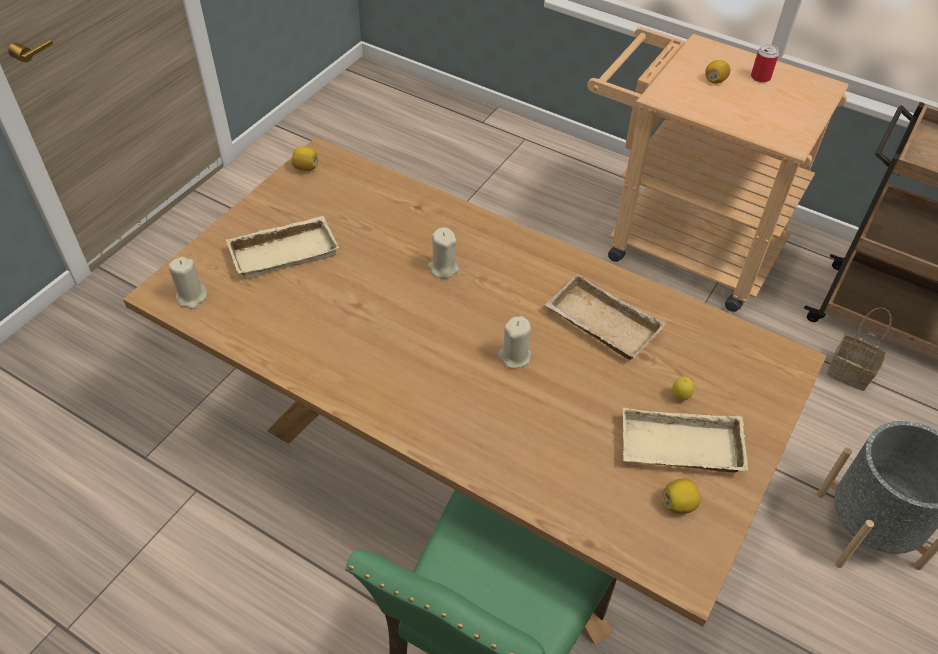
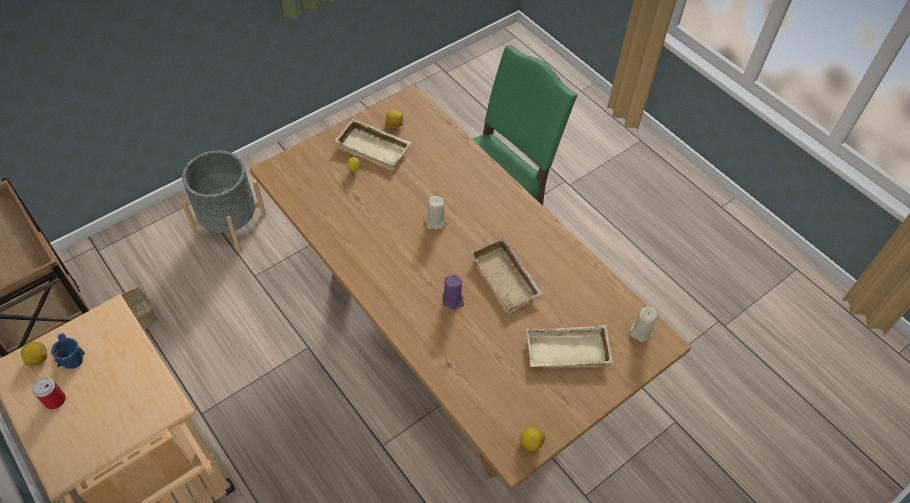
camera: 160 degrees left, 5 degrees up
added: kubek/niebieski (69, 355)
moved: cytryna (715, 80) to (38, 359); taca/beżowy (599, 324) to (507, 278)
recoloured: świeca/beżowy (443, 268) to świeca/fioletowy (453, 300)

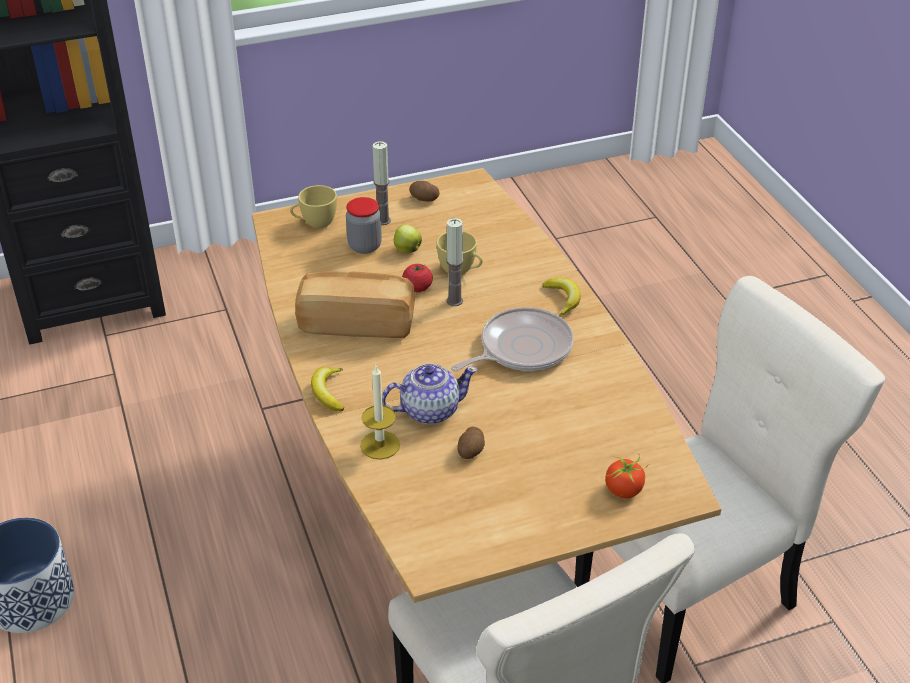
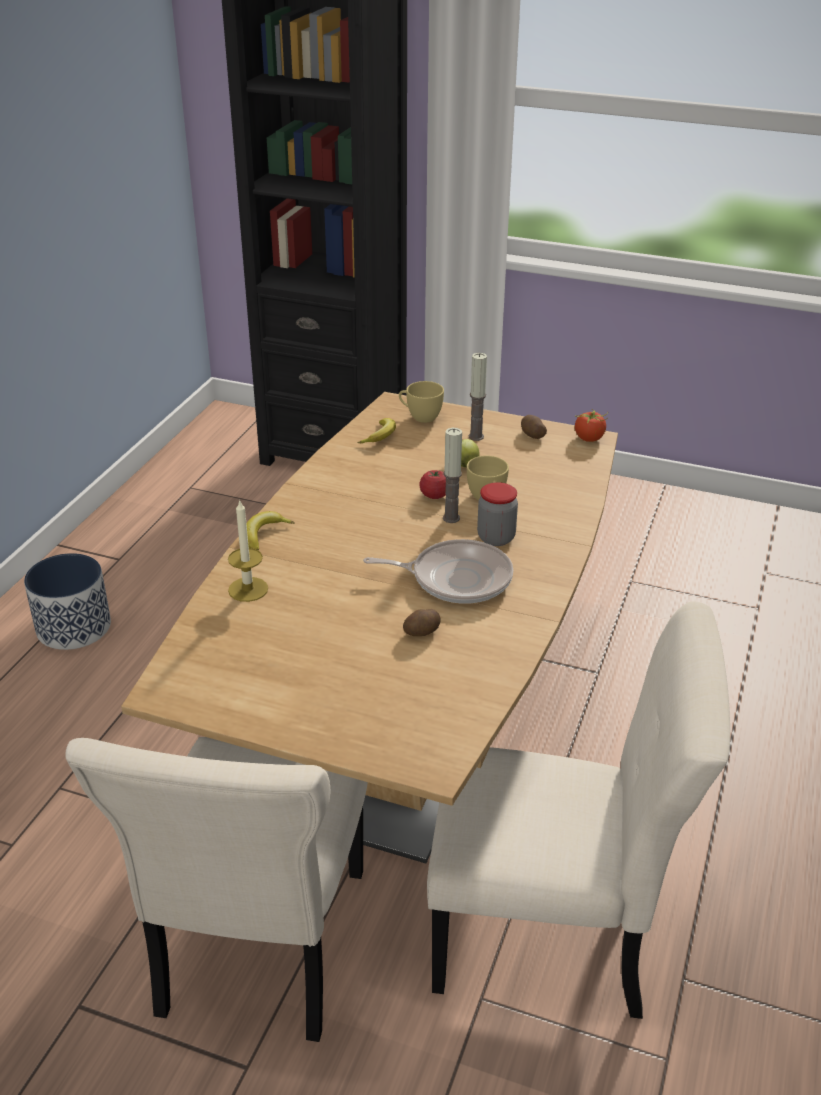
camera: 40 degrees right, 5 degrees down
removed: chleb (357, 322); imbryk (429, 410)
moved: słoik (364, 246) to (496, 538); banan (563, 299) to (380, 436); ziemniak (471, 451) to (422, 632); pomidor (624, 490) to (589, 438)

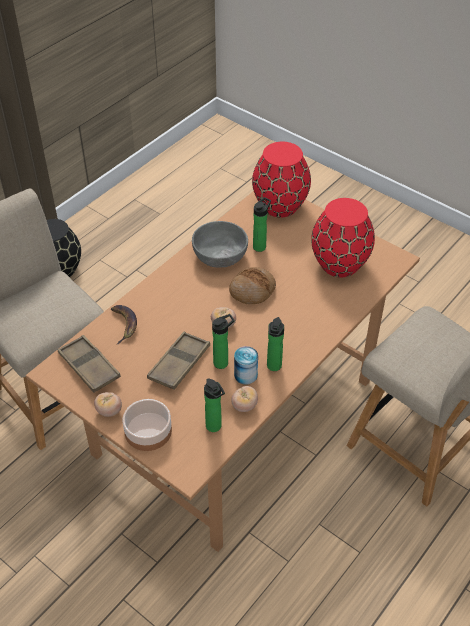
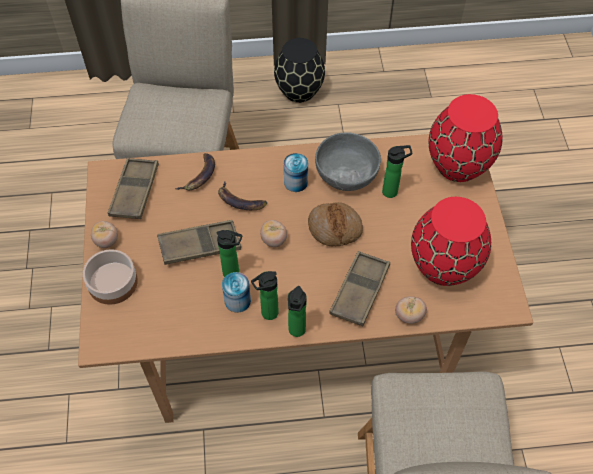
camera: 45 degrees right, 10 degrees up
added: puszka (296, 182); banan (240, 201); taca/brązowy (359, 291)
moved: butelka (215, 427) to (296, 332); pomidor (244, 406) to (409, 315)

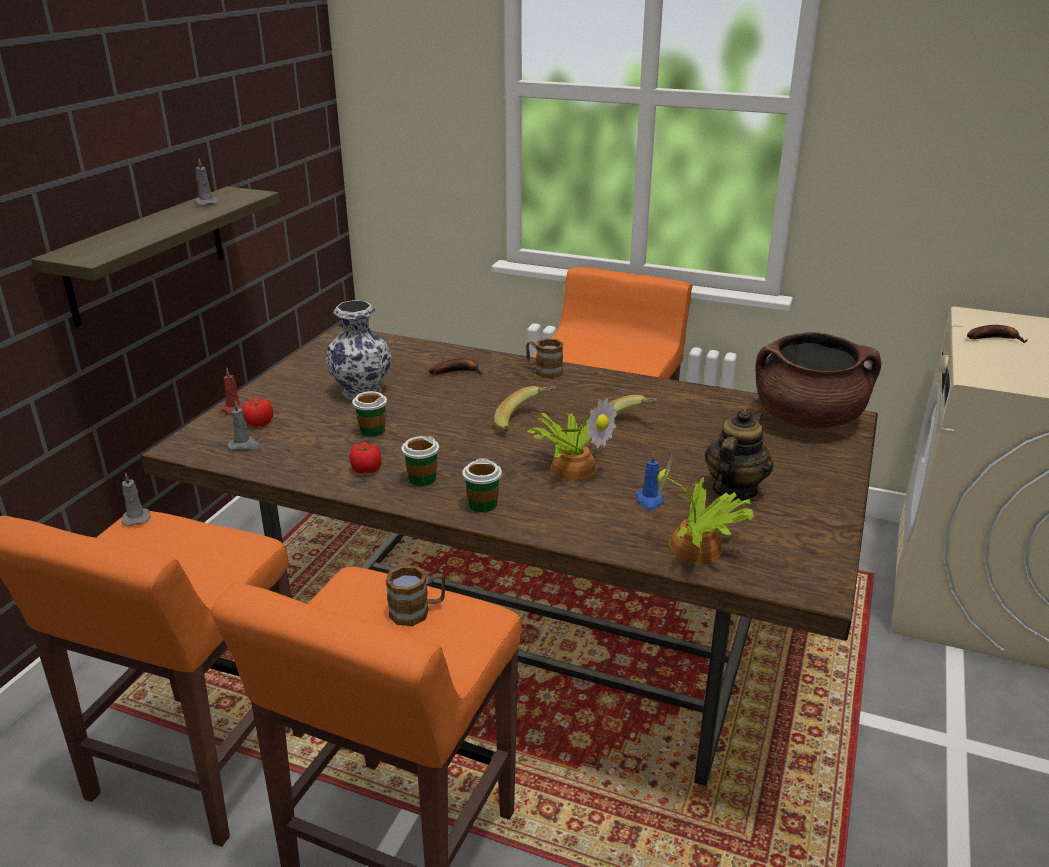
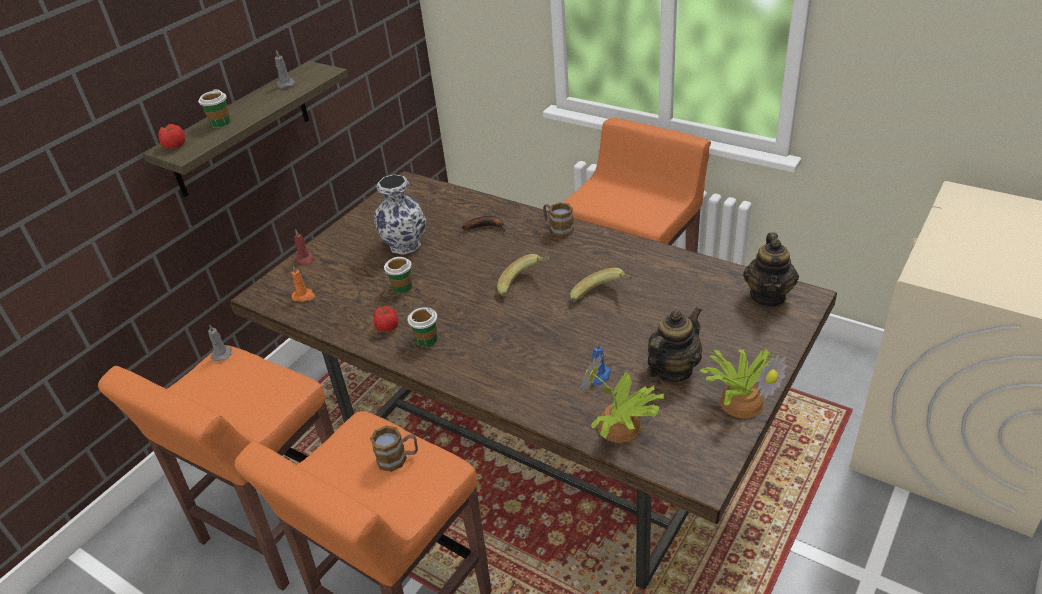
camera: 15 degrees right, 10 degrees up
removed: banan (994, 338)
moved: pomidor (259, 423) to (174, 146); roślina doniczkowa (572, 466) to (741, 400); filiżanka (482, 504) to (220, 123)
replaced: garnek/brązowy (807, 419) to imbryk (768, 296)
recoloured: świeca/szary (244, 445) to świeca/pomarańczowy (304, 296)

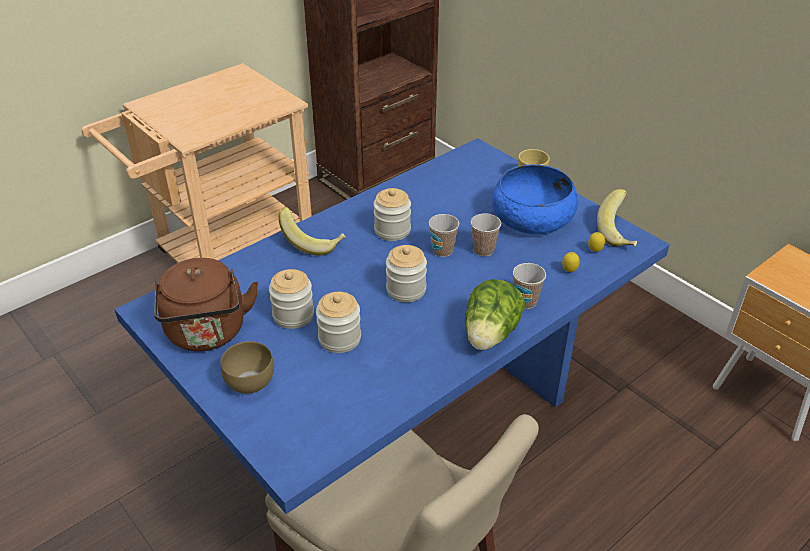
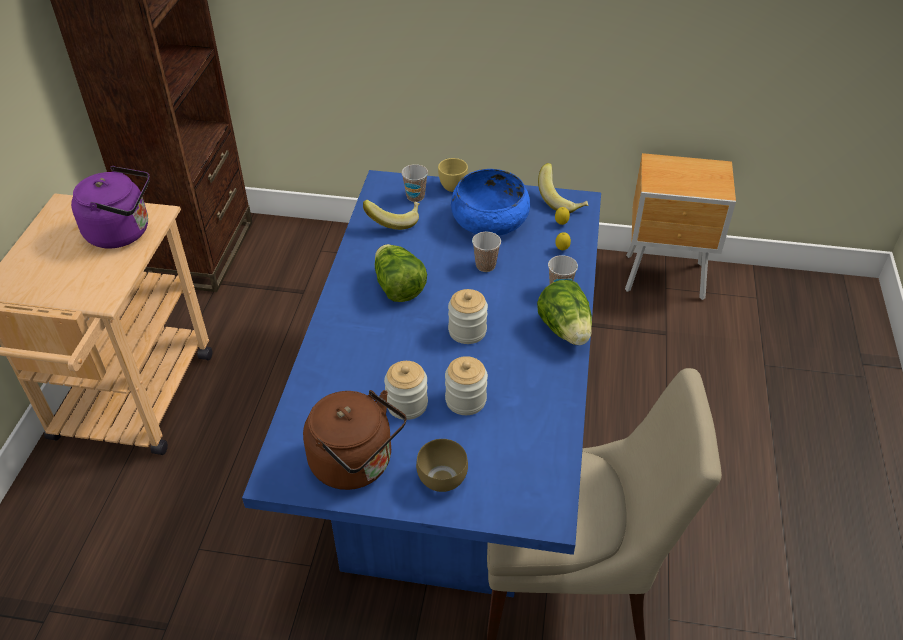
camera: 40 degrees left, 5 degrees up
added: czajnik/fioletowy (123, 232)
moved: banan (313, 243) to (394, 221); filiżanka (442, 251) to (415, 196)
replaced: słoik (392, 230) to sałata (398, 287)

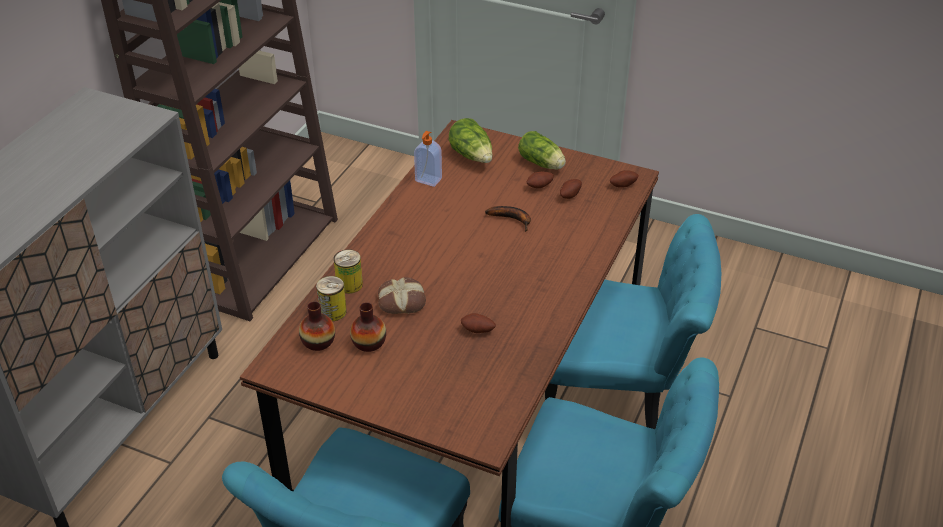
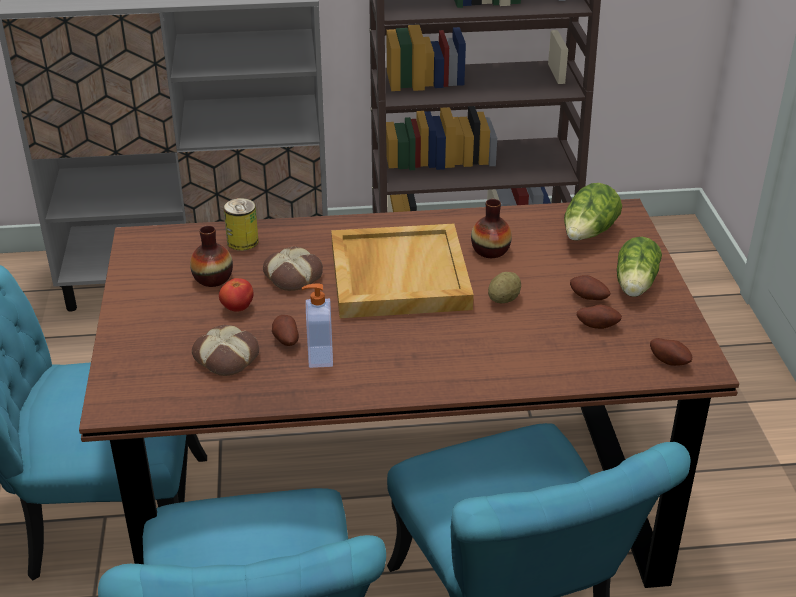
camera: 60 degrees right, 5 degrees down
removed: puszka (349, 284)
added: taca/beżowy (398, 275); pomidor (237, 308); chleb (227, 356)
moved: dozownik mydła (428, 180) to (319, 357); wazon (318, 342) to (490, 250)
replaced: banan (512, 219) to ziemniak (503, 299)

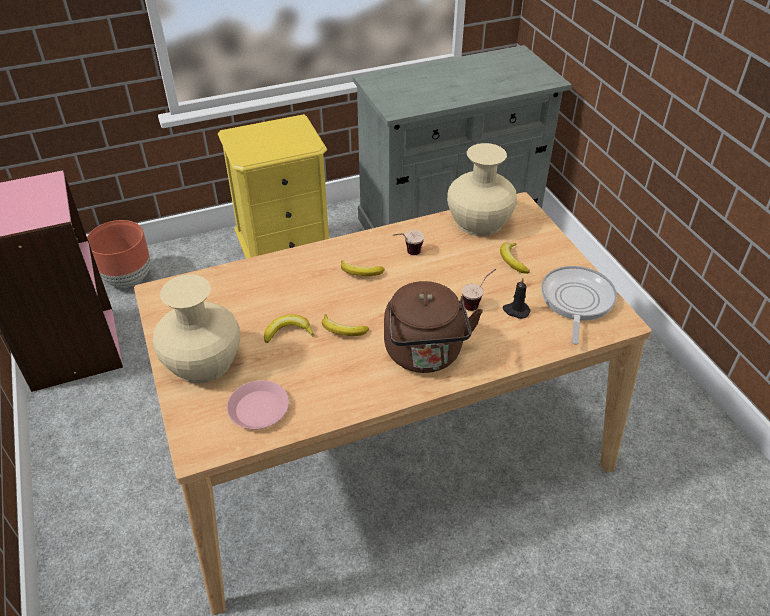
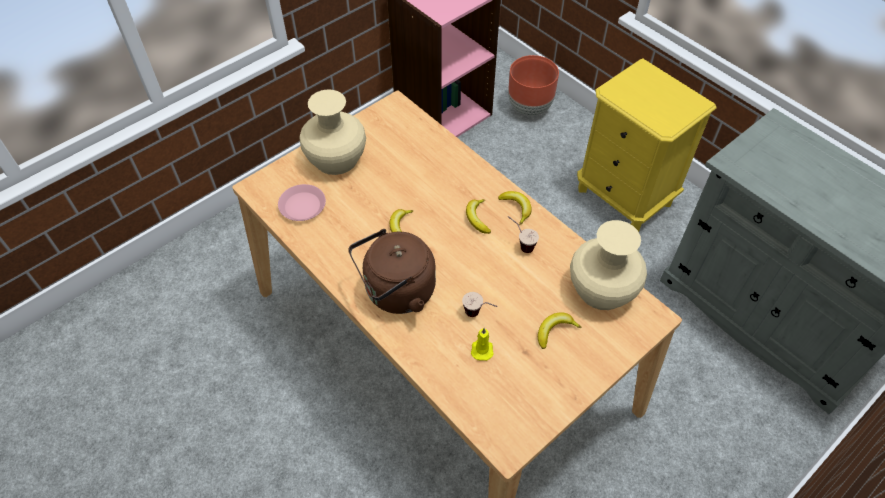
camera: 70 degrees right, 10 degrees up
removed: patelnia (576, 301)
moved: banan (288, 332) to (516, 208)
recoloured: świeca/czarny (515, 310) to świeca/żółty (482, 349)

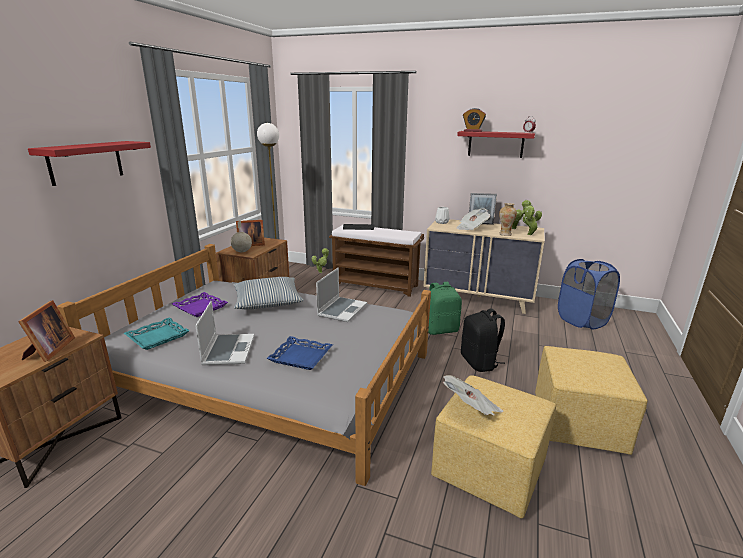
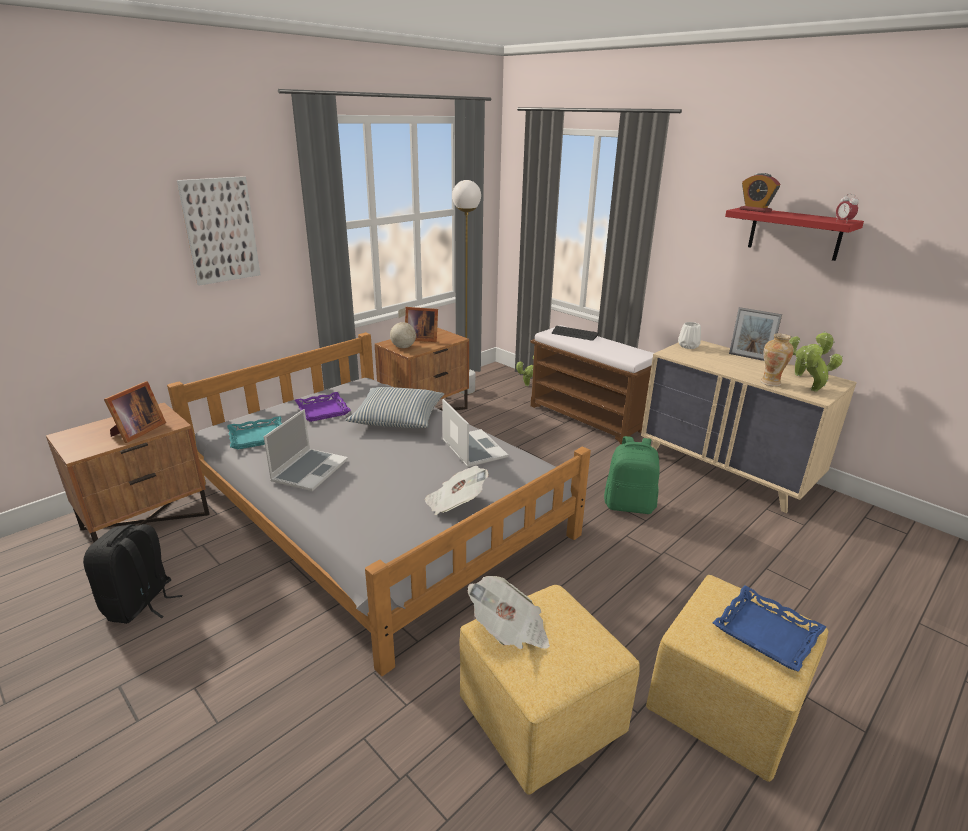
camera: 25 degrees right, 5 degrees up
removed: kosz na pranie/niebieski (582, 320)
moved: gazeta (471, 228) to (455, 503); plecak/czarny (479, 363) to (140, 603); taca/niebieski (300, 357) to (766, 633)
replaced: półka/czerwony (86, 162) to obraz (220, 230)
turned: laptop (342, 310) = (472, 449) 75 degrees counterclockwise

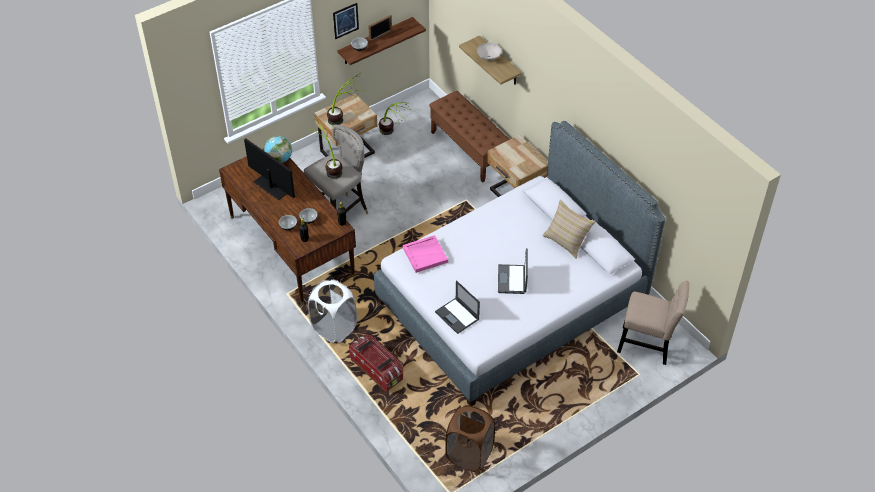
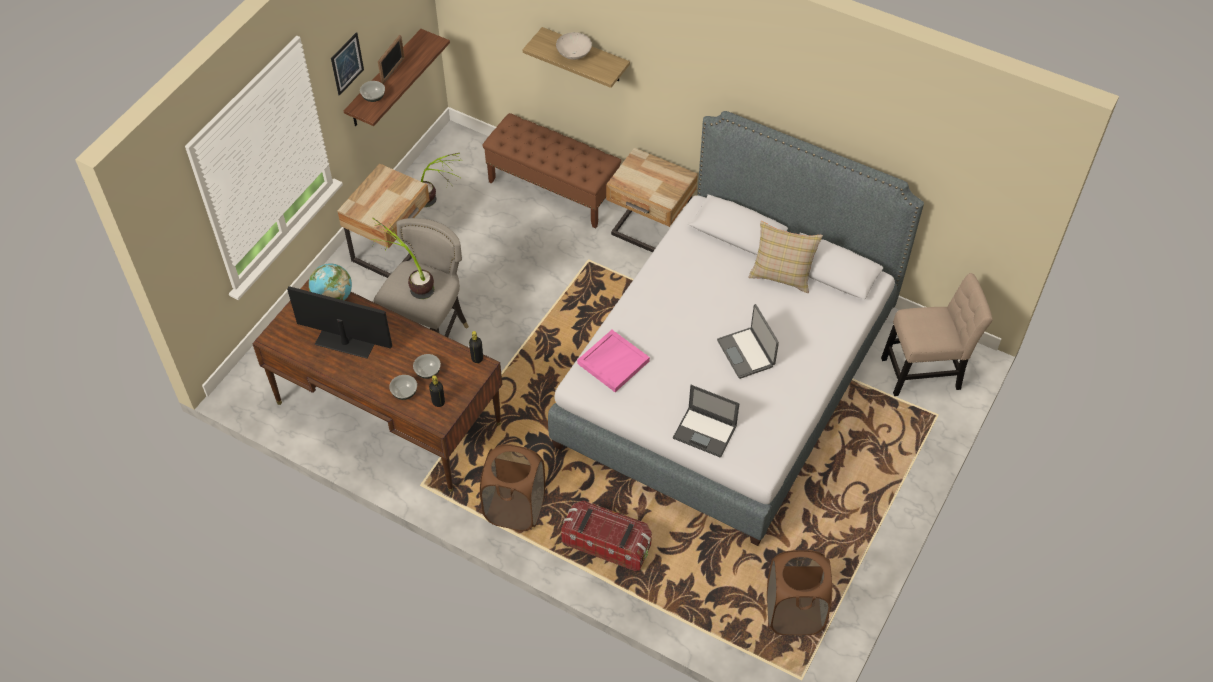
camera: 25 degrees left, 5 degrees up
removed: roślina doniczkowa (344, 118)
recoloured: kosz na pranie/biały (334, 328) to kosz na pranie/brązowy (515, 509)

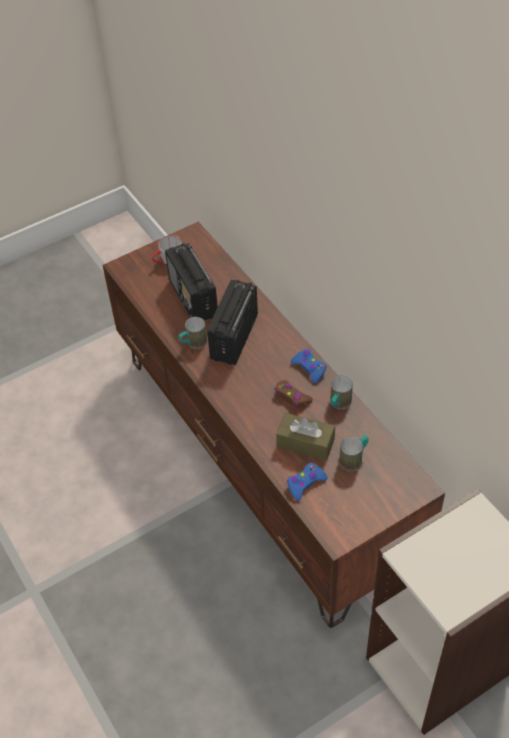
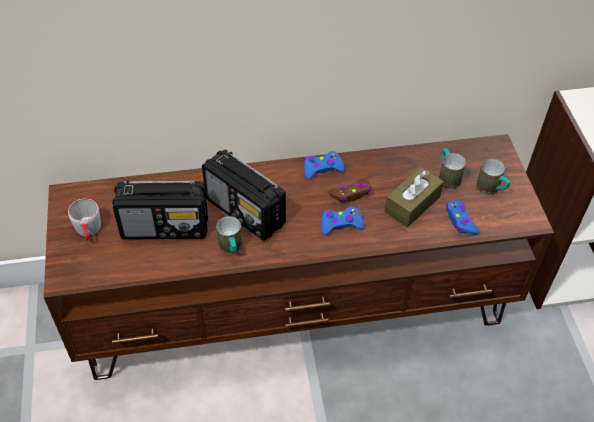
camera: 70 degrees left, 0 degrees up
added: pad do gier/niebieski (340, 224)
moved: kubek (338, 404) to (491, 190)

